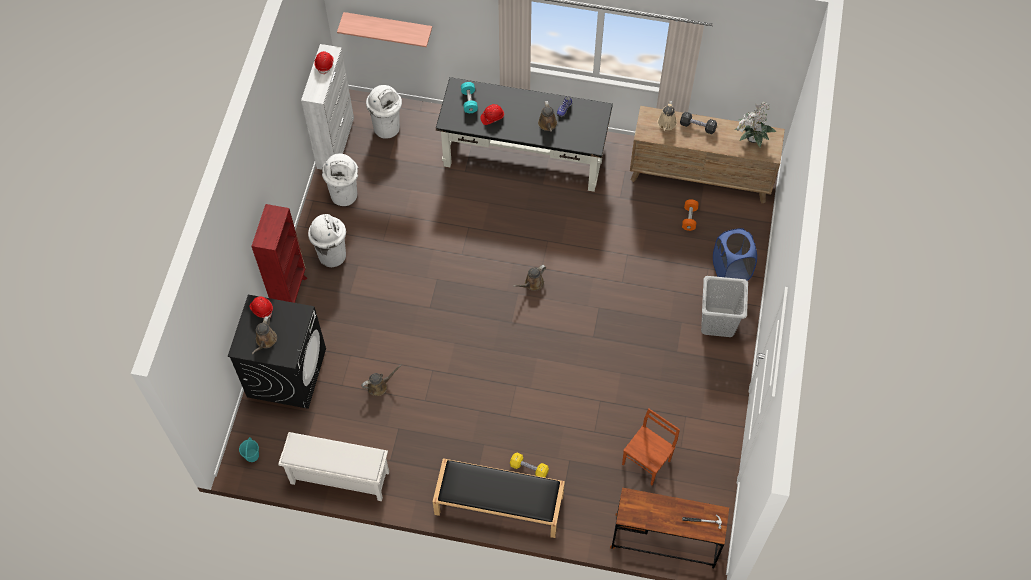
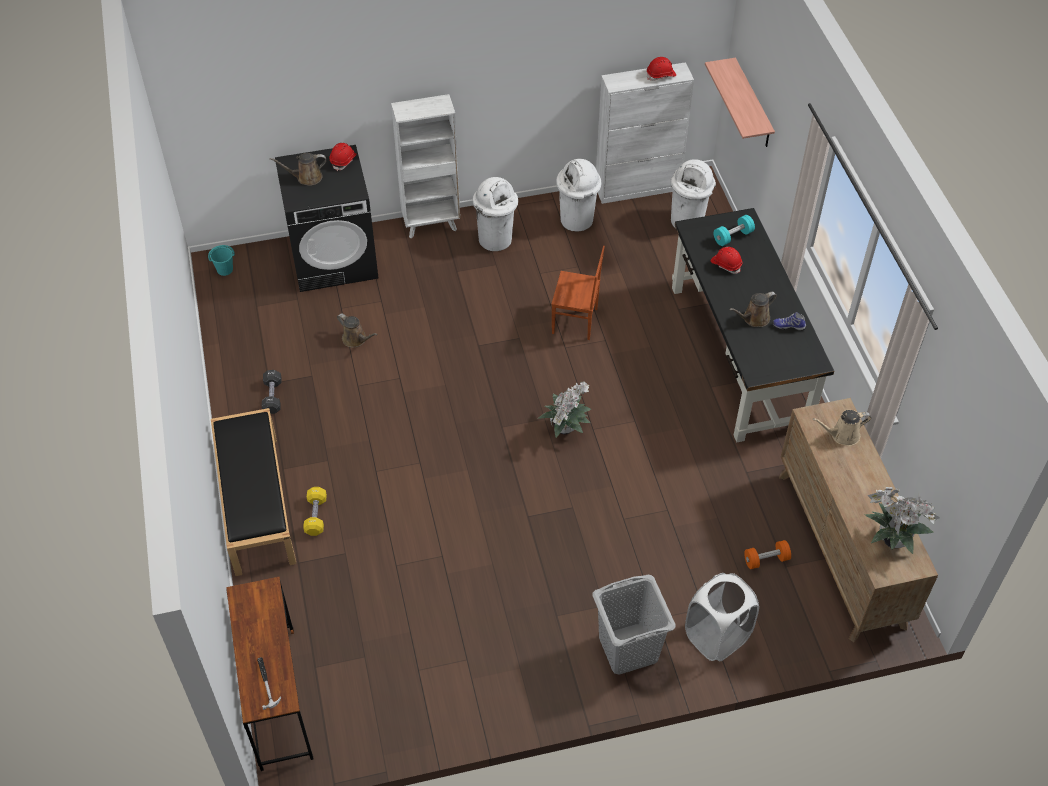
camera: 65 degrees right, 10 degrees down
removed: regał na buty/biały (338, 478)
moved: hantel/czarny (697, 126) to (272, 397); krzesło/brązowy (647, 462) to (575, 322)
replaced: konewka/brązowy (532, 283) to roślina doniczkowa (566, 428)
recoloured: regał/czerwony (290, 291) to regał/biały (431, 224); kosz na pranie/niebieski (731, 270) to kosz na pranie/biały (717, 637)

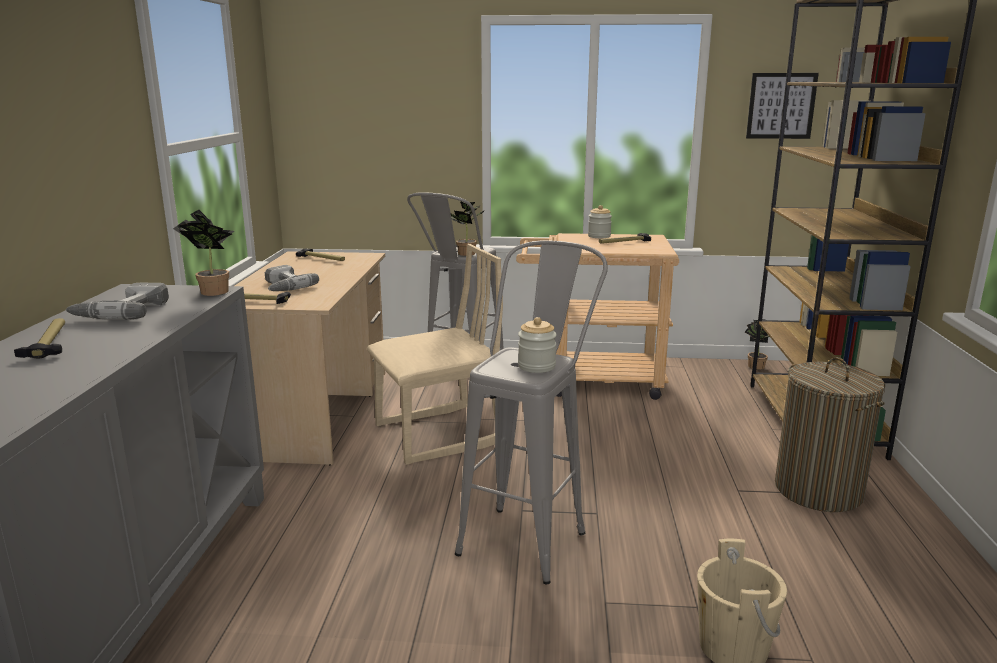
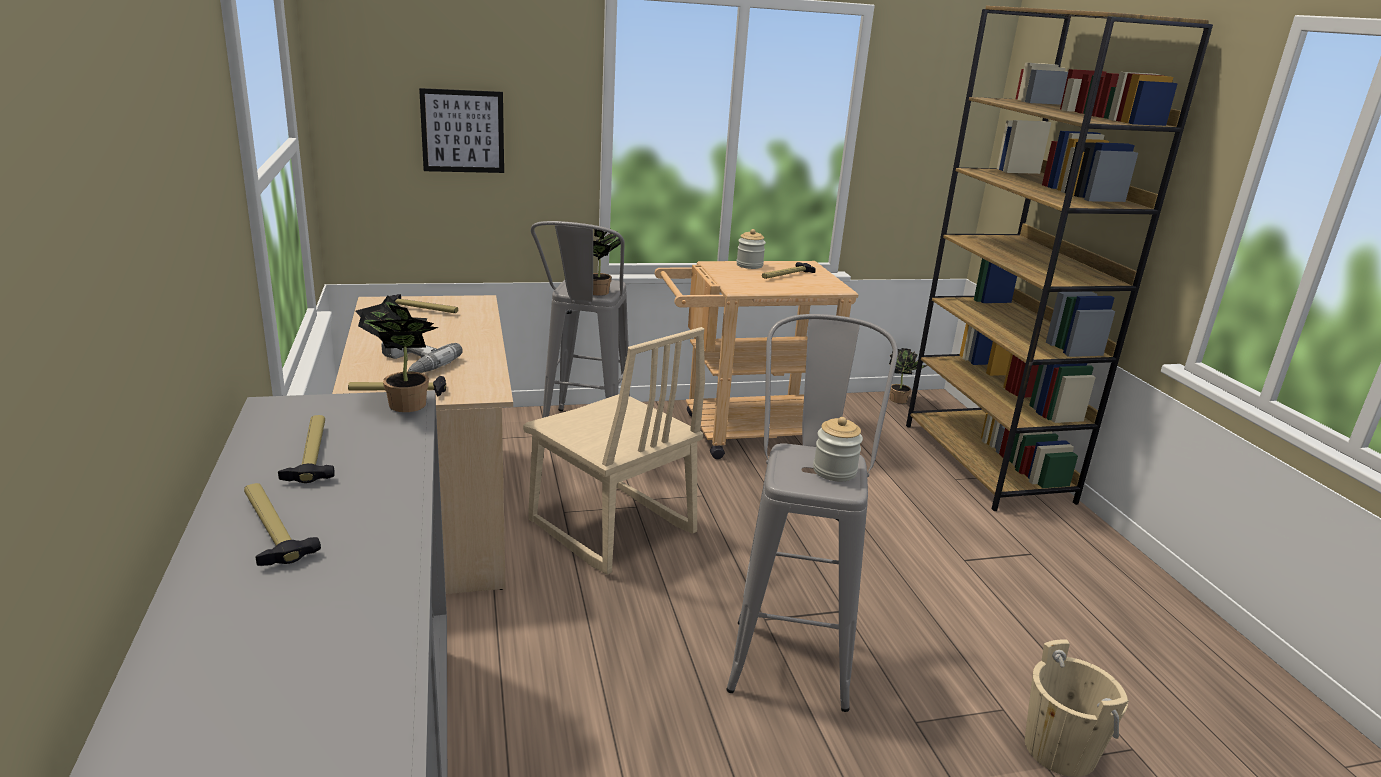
camera: 20 degrees left, 5 degrees up
removed: kosz na pranie (818, 490)
moved: obraz (781, 106) to (462, 131)
replaced: wiertarka (121, 311) to młotek (312, 454)
turned: krzesło/beżowy (438, 435) = (610, 528) 90 degrees clockwise

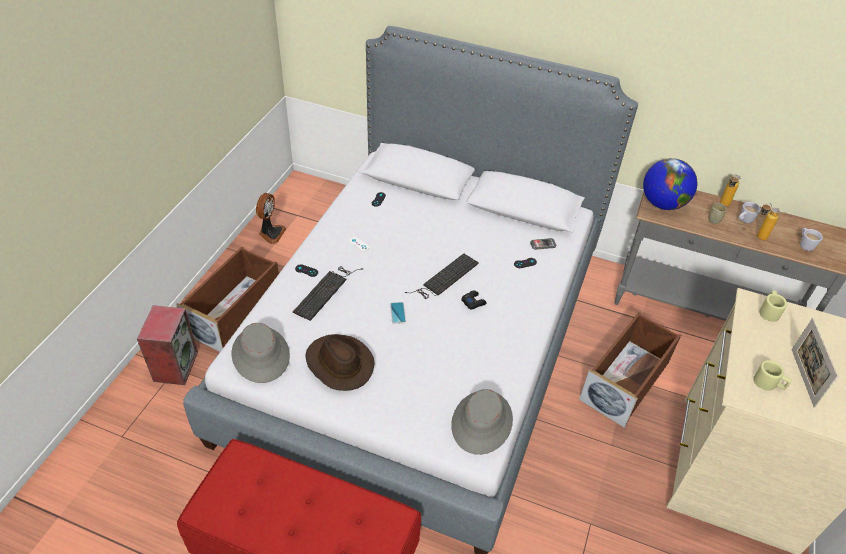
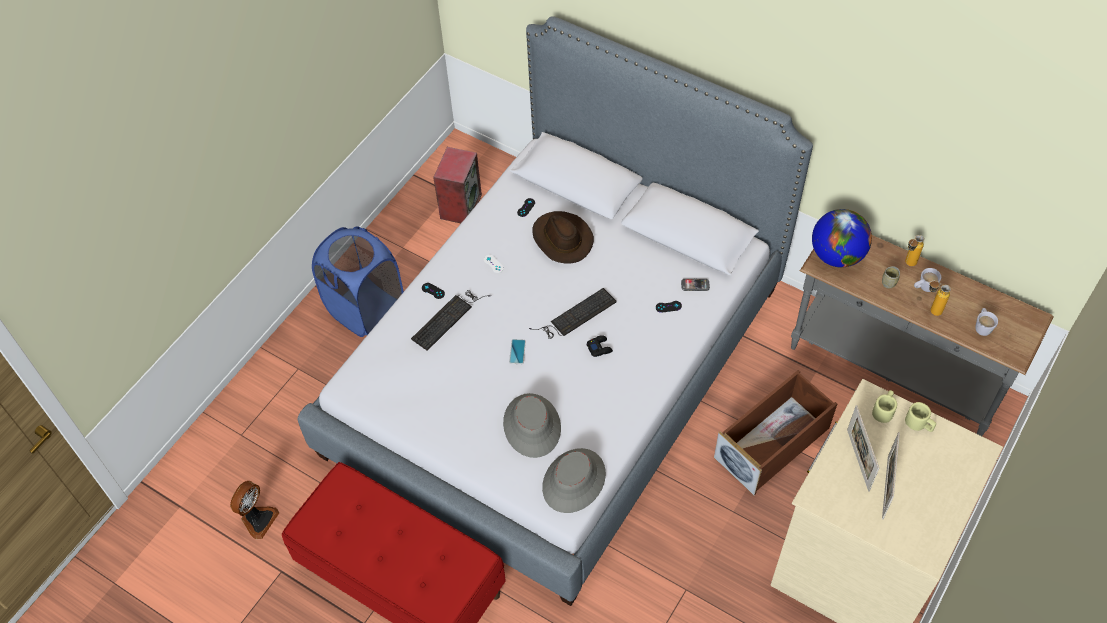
camera: 15 degrees right, 10 degrees up
added: ramka na zdjęcie (858, 460)
moved: wentylator (271, 233) to (258, 519); głośnik (175, 365) to (460, 206); kapelusz/szary (261, 354) to (532, 426); kapelusz/brązowy (338, 364) to (561, 239); kubek/beżowy (769, 384) to (919, 424)
replaced: pojemnik do przechowywania/brązowy (236, 312) to kosz na pranie/niebieski (366, 310)

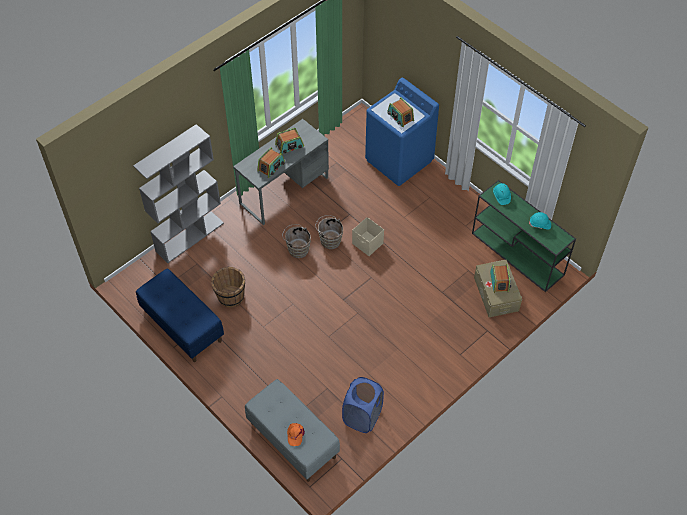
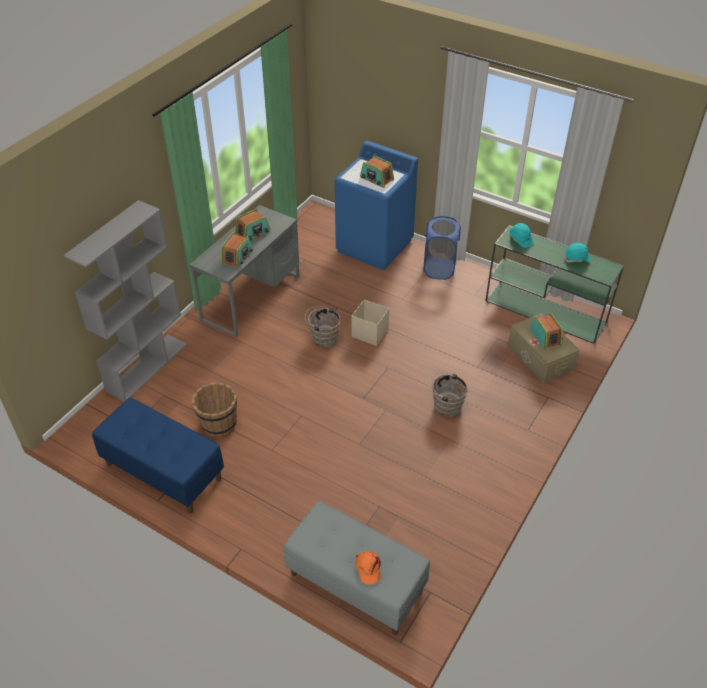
camera: 15 degrees left, 10 degrees down
moved: wiadro/brązowy (297, 249) to (445, 406); kosz na pranie/niebieski (362, 417) to (439, 268)

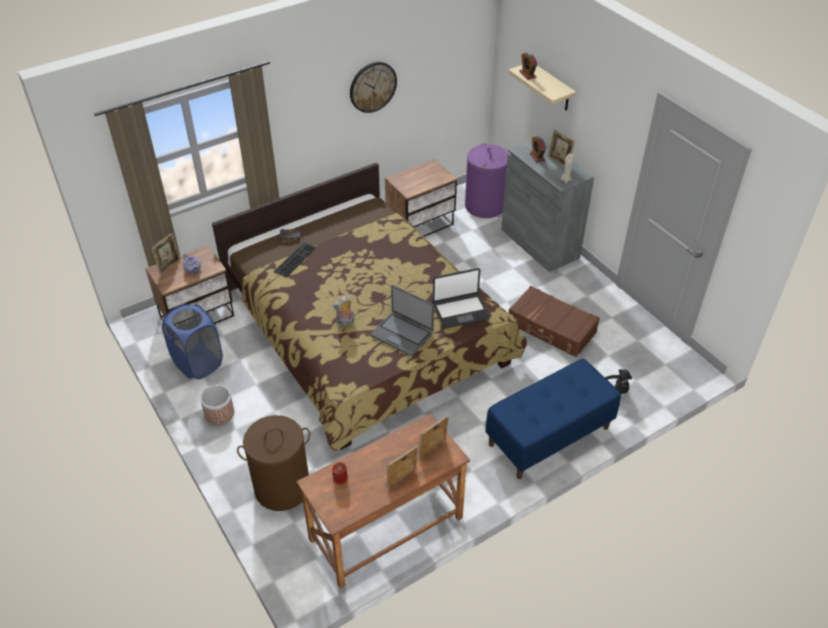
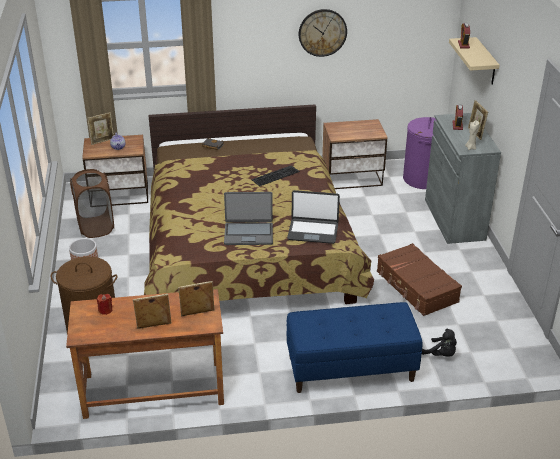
camera: 25 degrees right, 10 degrees down
removed: pluszak (345, 322)
moved: klawiatura (294, 258) to (275, 175)
recoloured: kosz na pranie/niebieski (198, 363) to kosz na pranie/brązowy (96, 227)
turned: laptop (402, 334) = (248, 234) 60 degrees counterclockwise

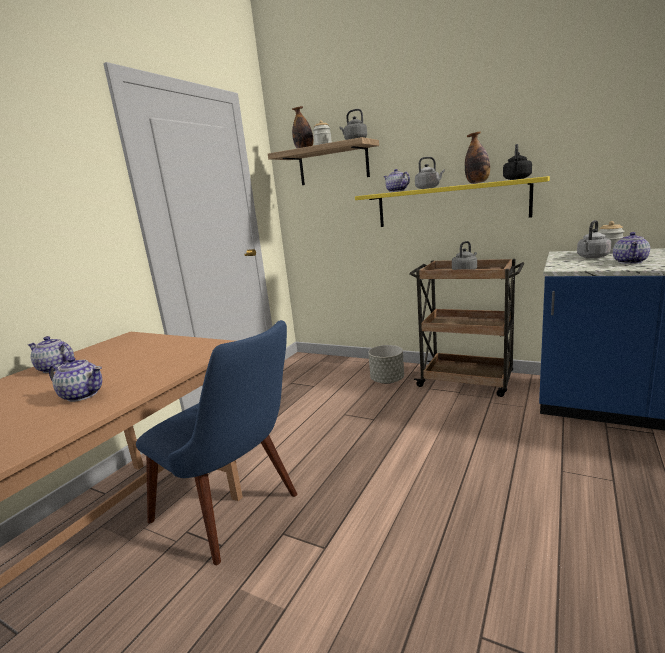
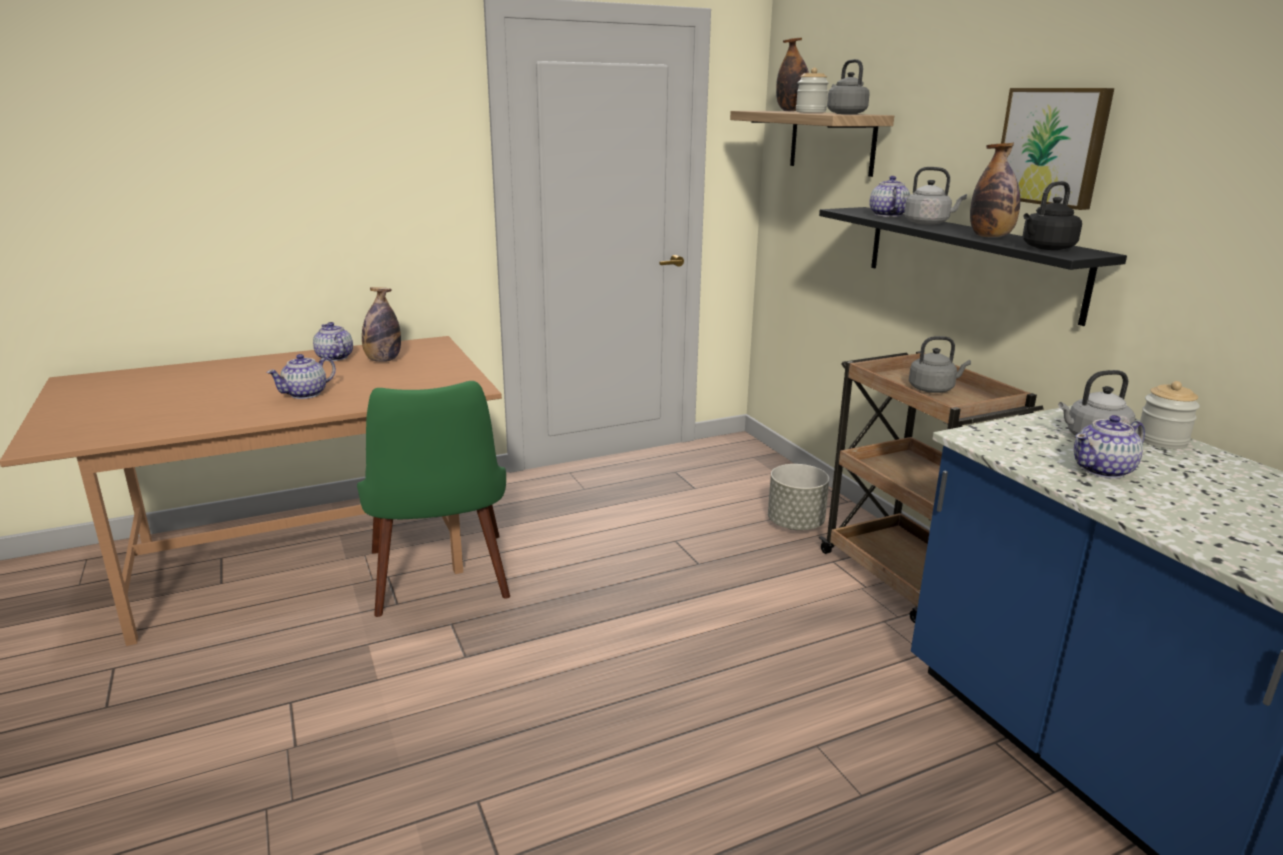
camera: 35 degrees right, 5 degrees up
added: obraz (1053, 146); butelka (383, 360)
recoloured: półka/żółty (450, 204) to półka/czarny (969, 260); krzesło/niebieski (238, 513) to krzesło/zielony (442, 584)
turned: imbryk (82, 395) = (306, 394) 75 degrees clockwise

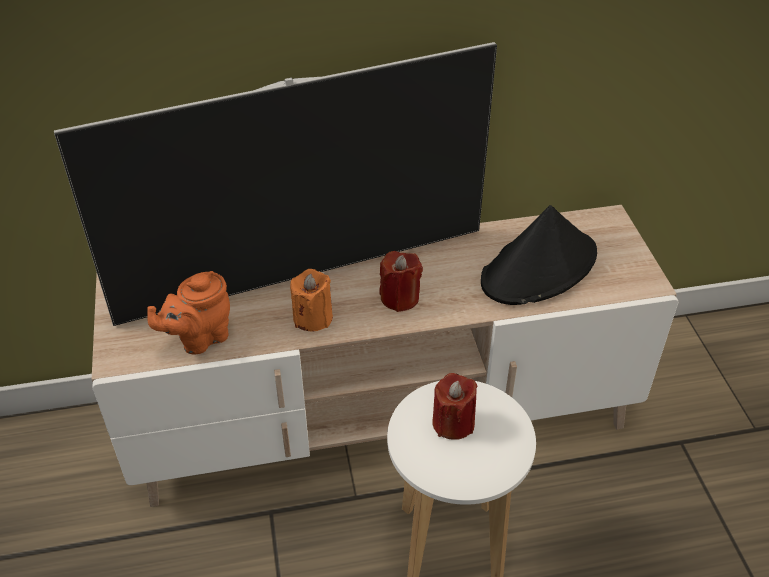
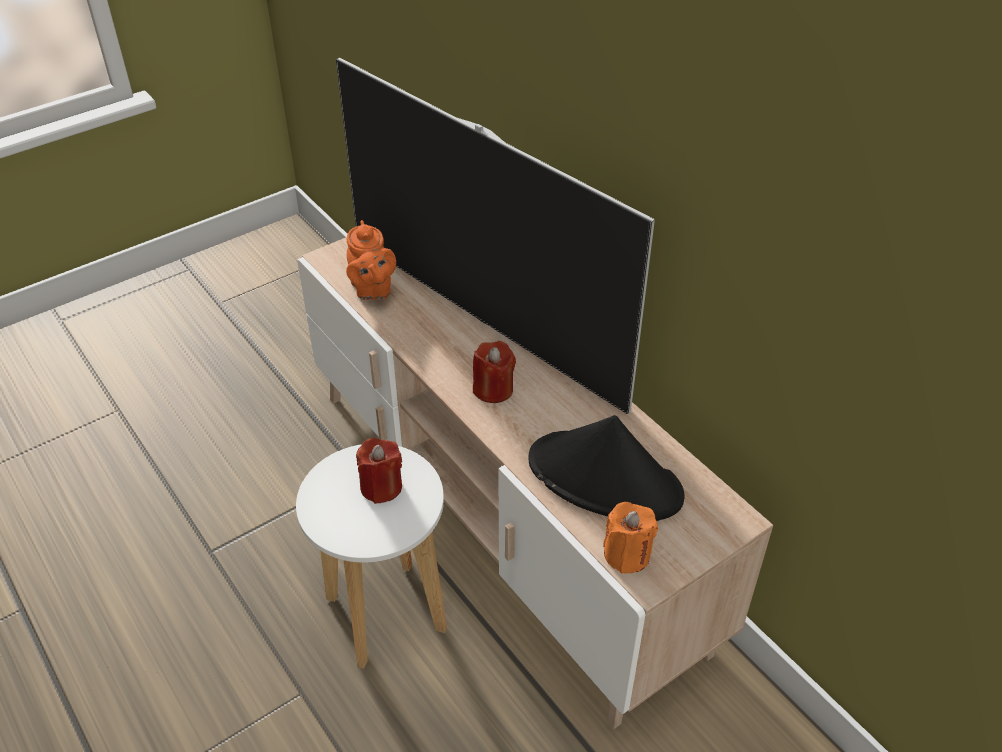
camera: 65 degrees right, 0 degrees up
moved: świeca/pomarańczowy (313, 317) to (627, 554)
turned: imbryk/pomarańczowy (199, 338) = (372, 290) 135 degrees counterclockwise

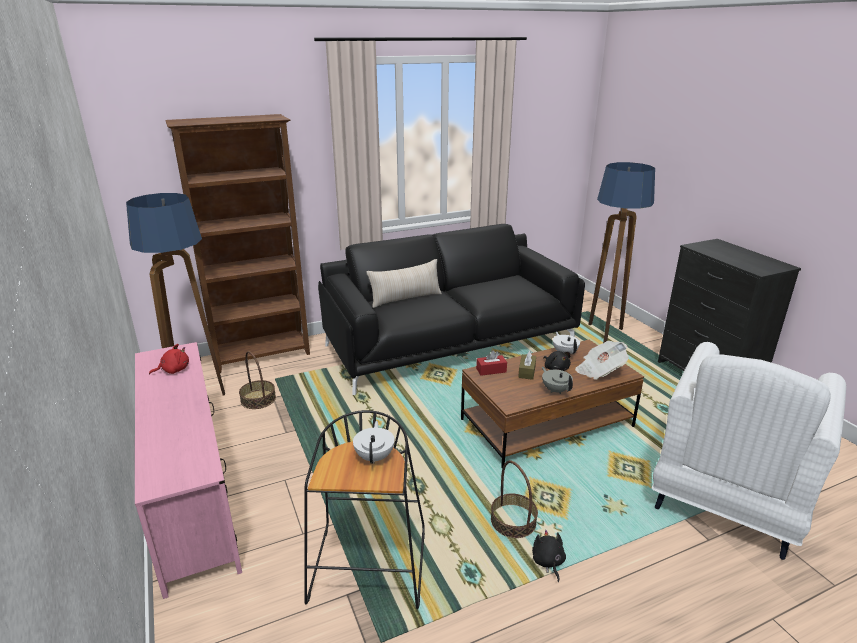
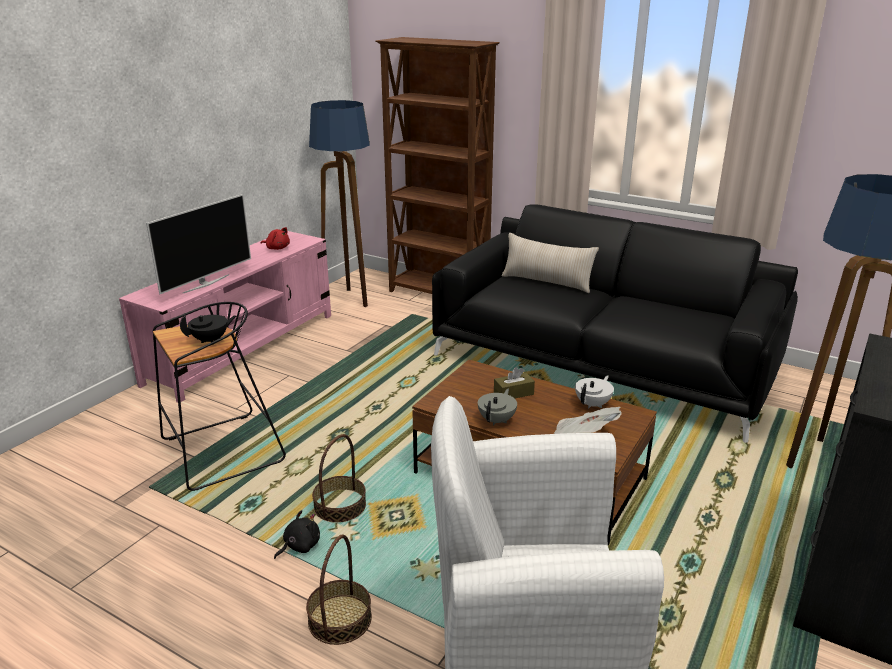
camera: 55 degrees right, 0 degrees up
removed: pudełko chusteczek/czerwony (491, 370); pluszak/czarny (556, 368)
added: telewizor (205, 283)
moved: koszyk (258, 399) to (339, 619)
recoloured: imbryk/biały (375, 457) to imbryk/czarny (211, 340)

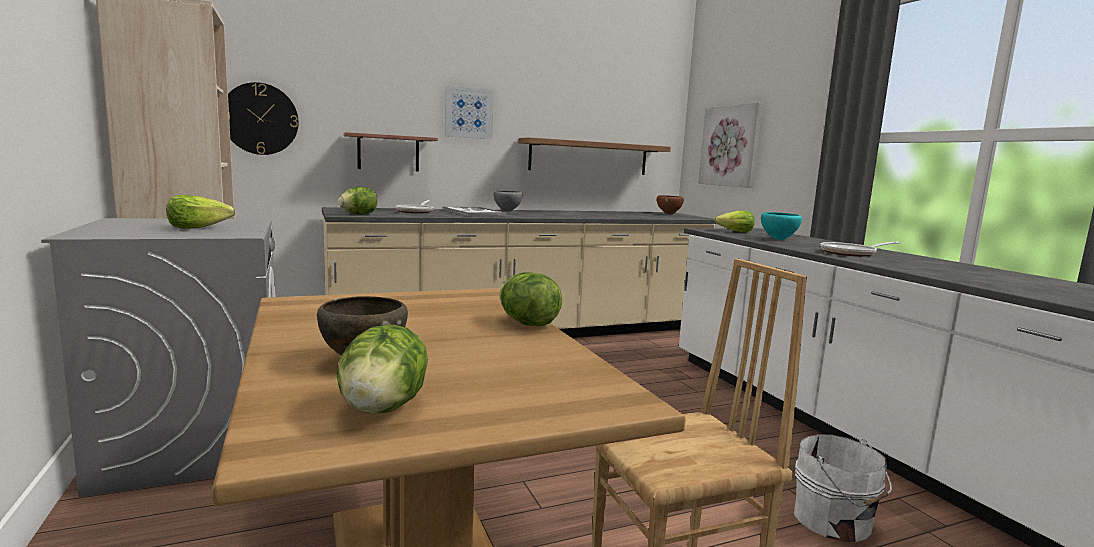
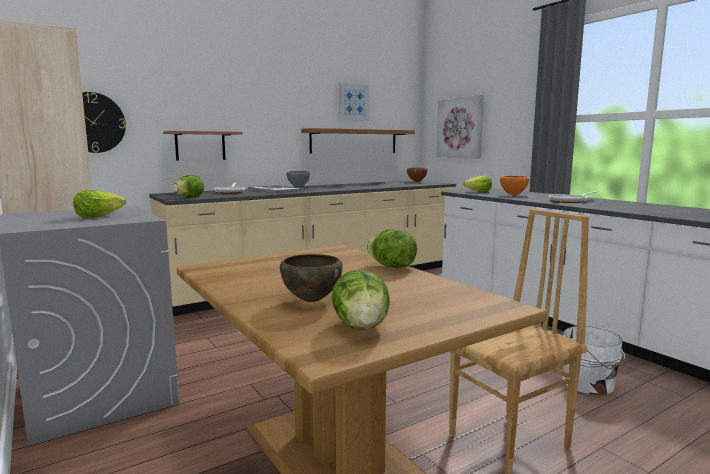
camera: 10 degrees left, 0 degrees up
moved: obraz (468, 113) to (353, 102)
recoloured: miska/turkusowy (779, 239) to miska/pomarańczowy (513, 195)

